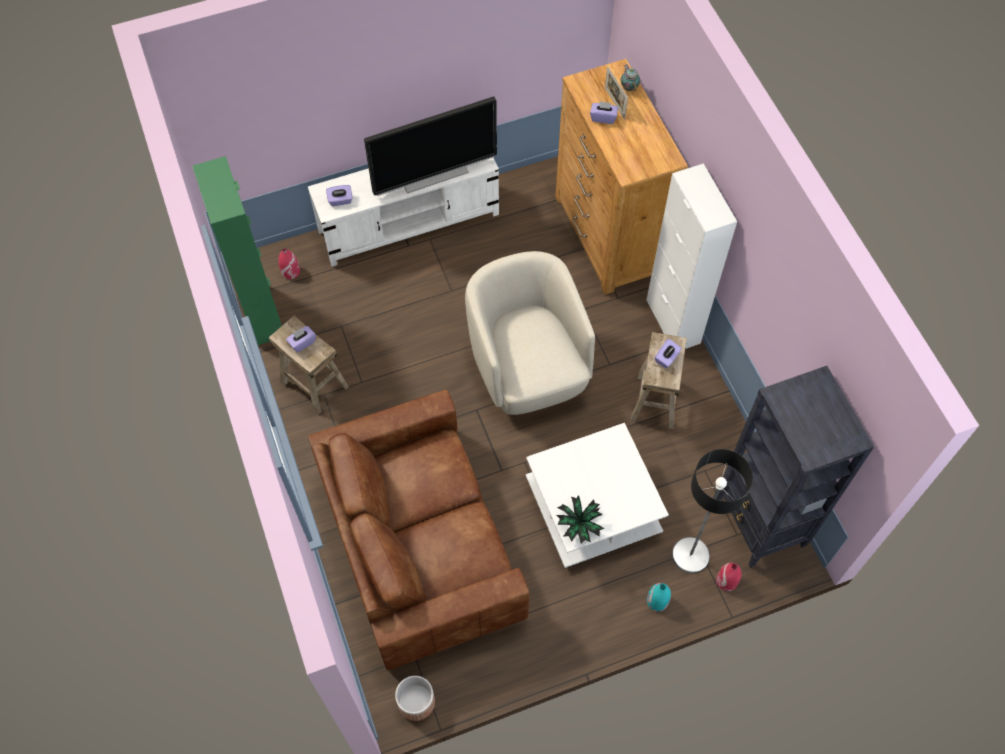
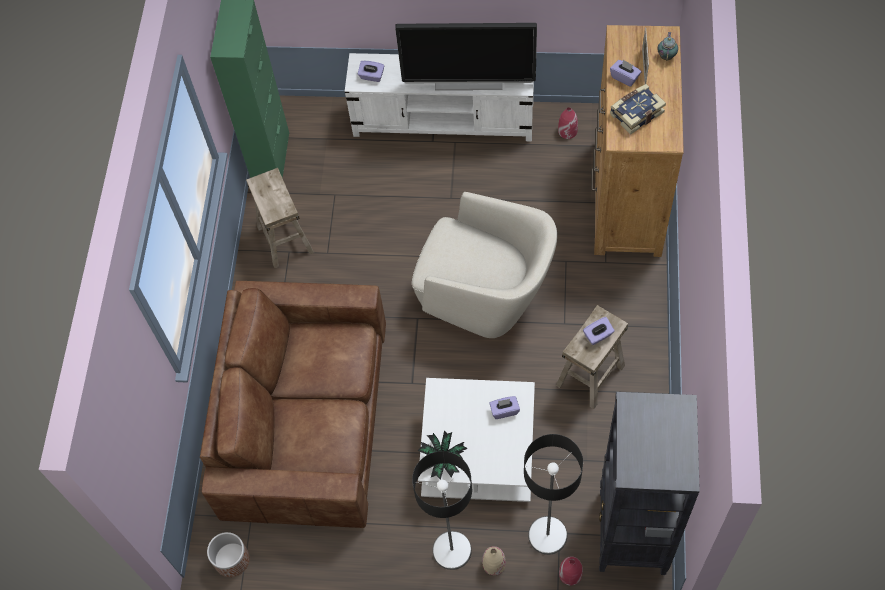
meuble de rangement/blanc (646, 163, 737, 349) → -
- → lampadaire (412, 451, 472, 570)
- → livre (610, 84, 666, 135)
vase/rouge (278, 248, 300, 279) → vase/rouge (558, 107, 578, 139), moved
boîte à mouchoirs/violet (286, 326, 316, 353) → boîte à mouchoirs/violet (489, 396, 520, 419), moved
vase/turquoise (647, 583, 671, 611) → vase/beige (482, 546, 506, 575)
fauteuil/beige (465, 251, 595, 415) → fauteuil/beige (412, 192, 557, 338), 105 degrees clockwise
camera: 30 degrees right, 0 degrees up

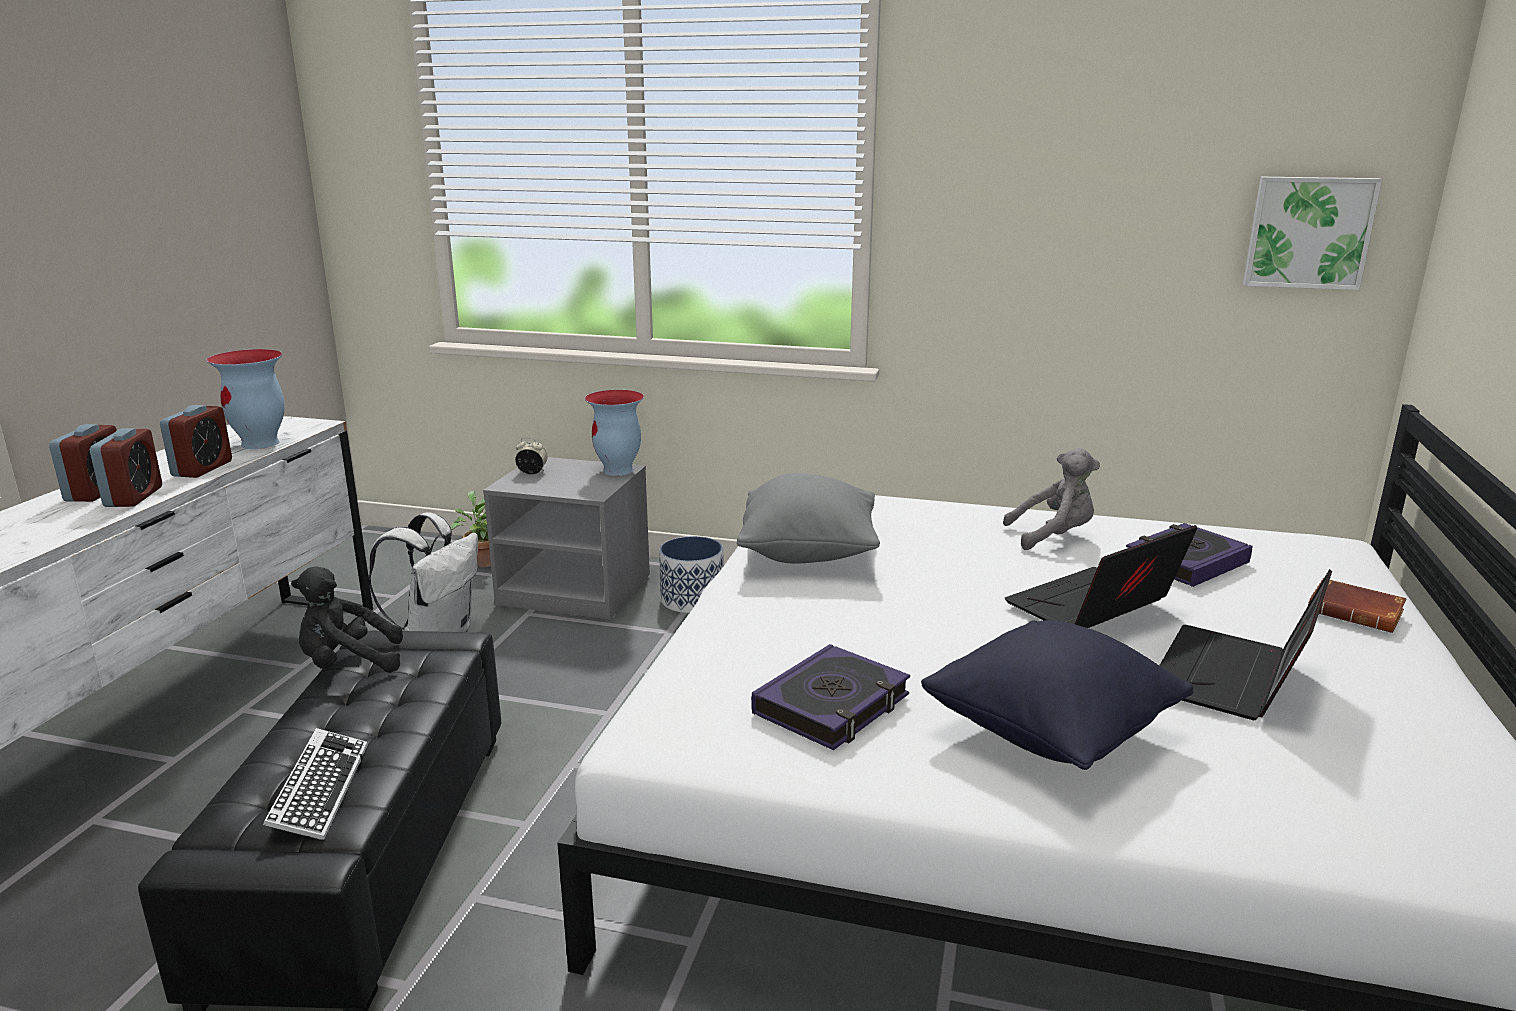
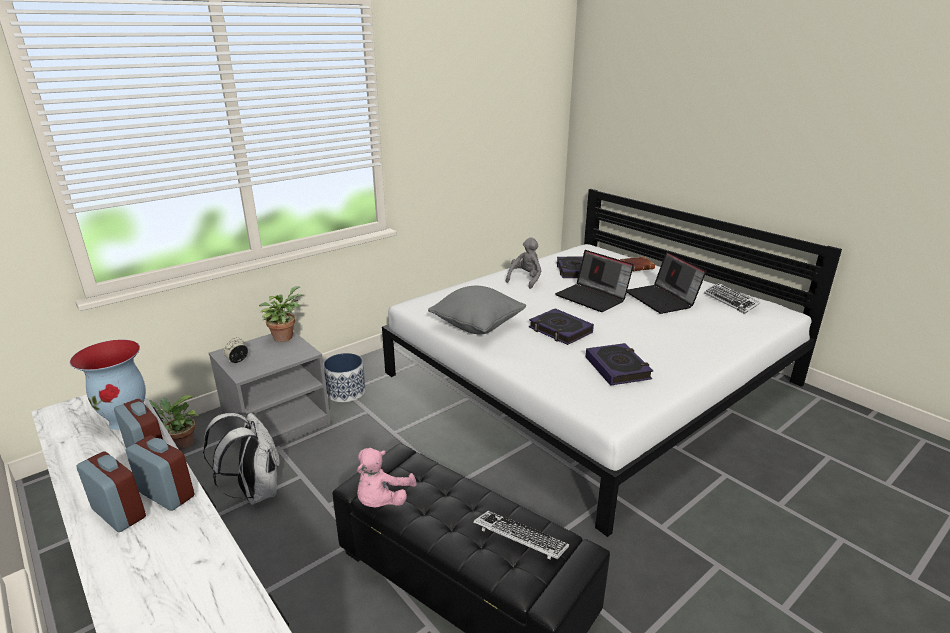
coussin/noir (921, 620, 1194, 770) → -
tableau (1243, 177, 1382, 290) → -
- → livre (529, 308, 594, 345)
- → clavier (704, 283, 760, 314)
vase (585, 390, 644, 476) → plante en pot (259, 286, 302, 342)
peluche/noir (291, 567, 403, 672) → peluche/rose (357, 448, 417, 508)
ordinateur portable (1005, 525, 1197, 628) → ordinateur portable (555, 250, 634, 312), 45 degrees counterclockwise
camera: 55 degrees left, 5 degrees up

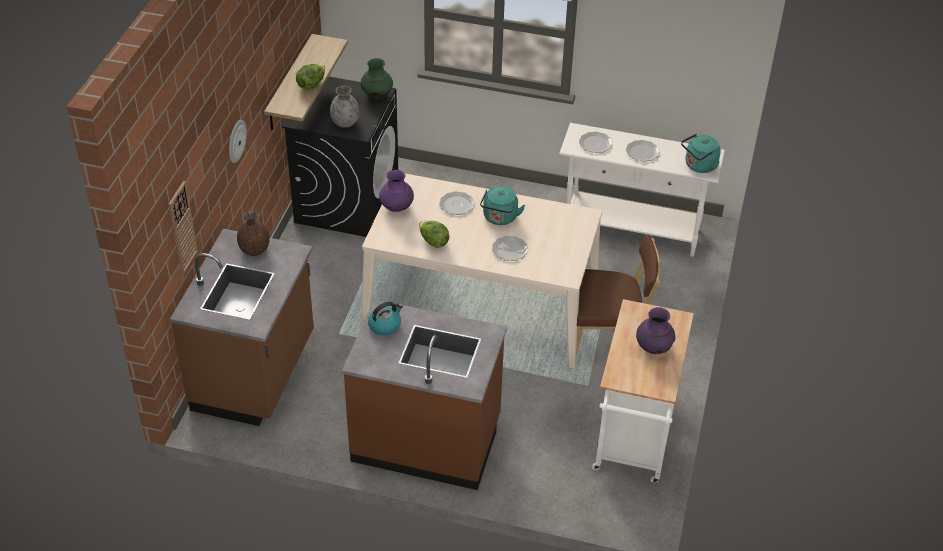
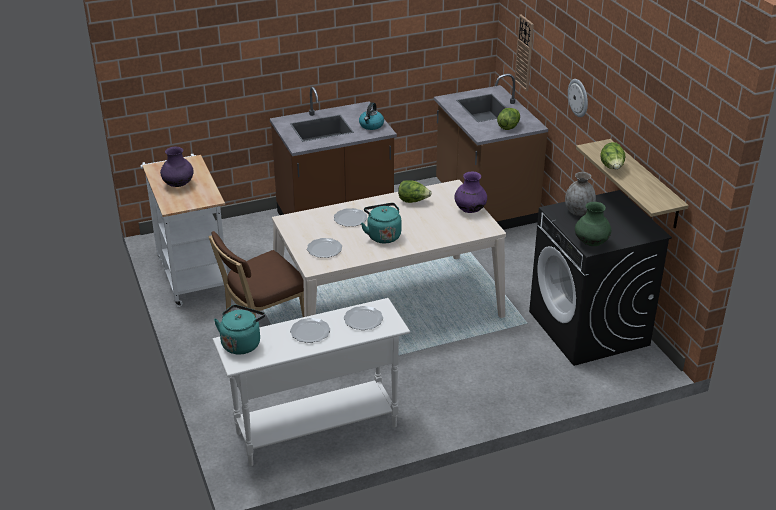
assiette (439, 191, 475, 215) → assiette (307, 238, 342, 258), moved
vase/marron (237, 211, 270, 256) → laitue (497, 108, 520, 130)
camera: 145 degrees right, 10 degrees down

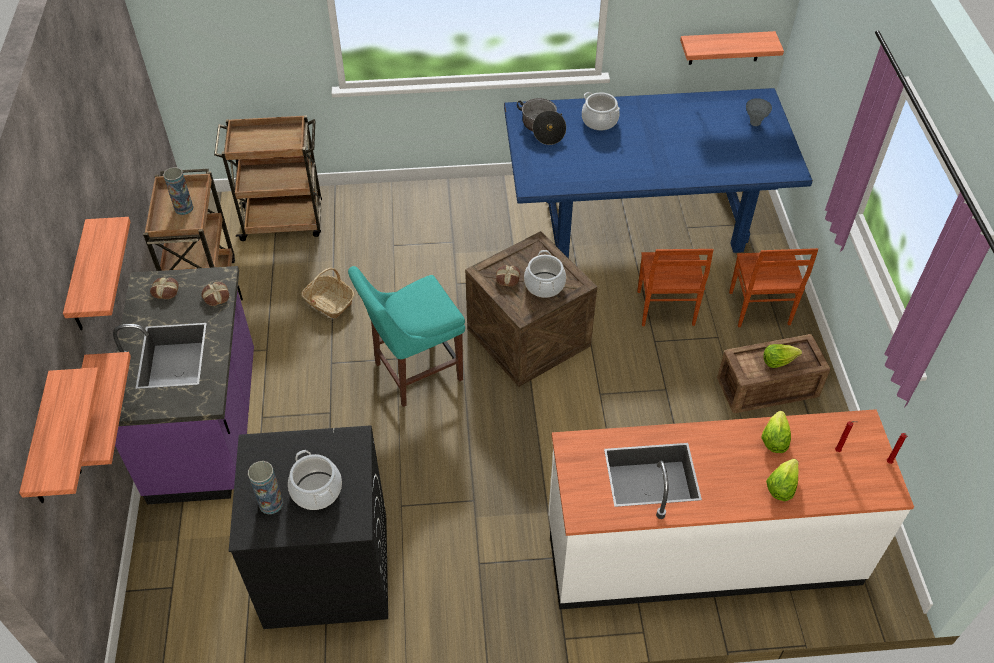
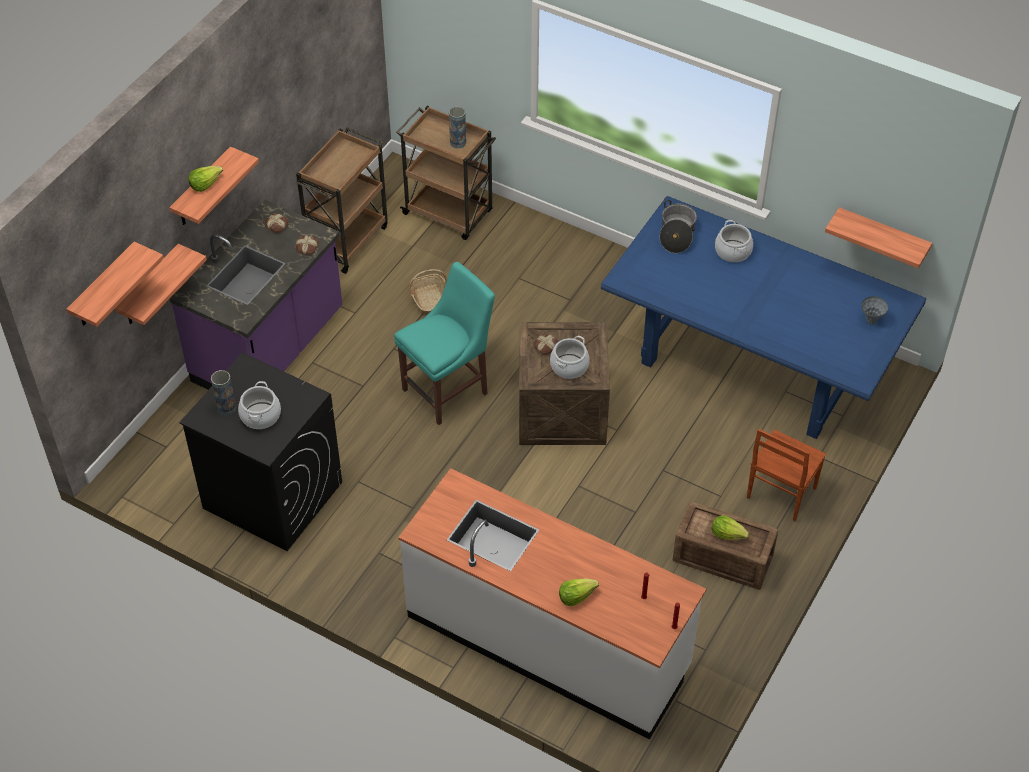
chaise/marron (637, 249, 713, 326) → -
vase (163, 167, 194, 215) → vase (449, 107, 466, 149), moved
laitue (761, 411, 791, 453) → laitue (188, 166, 223, 192), moved
chaise/turquoise (348, 266, 465, 407) → chaise/turquoise (394, 262, 495, 425), 135 degrees clockwise
camera: 35 degrees right, 0 degrees up

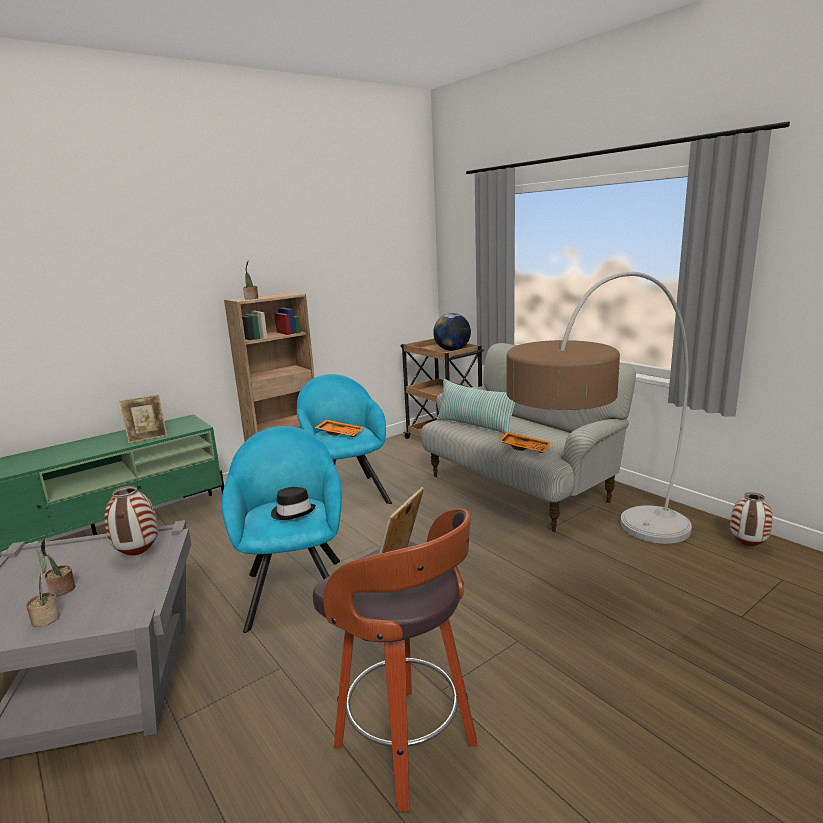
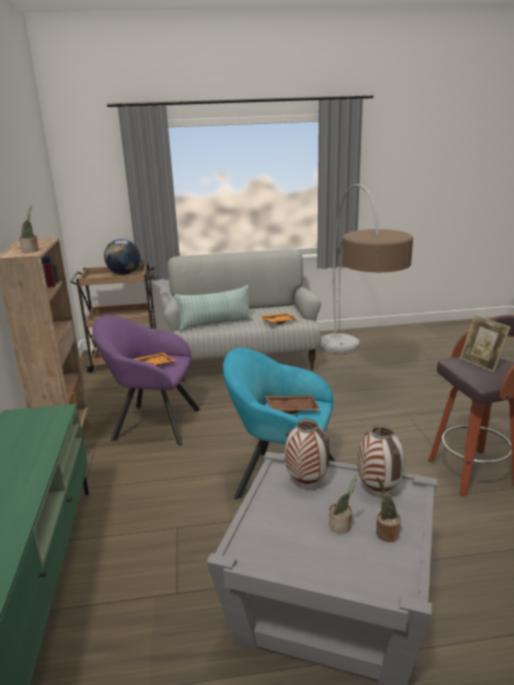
cadre photo (120, 395, 167, 443) → -
vase (730, 492, 773, 546) → vase (357, 425, 405, 492), moved
chapeau/noir (271, 487, 316, 520) → plateau/marron (265, 395, 321, 414)
fauteuil/turquoise (297, 374, 392, 504) → fauteuil/violet (92, 315, 200, 446)
camera: 60 degrees left, 5 degrees up

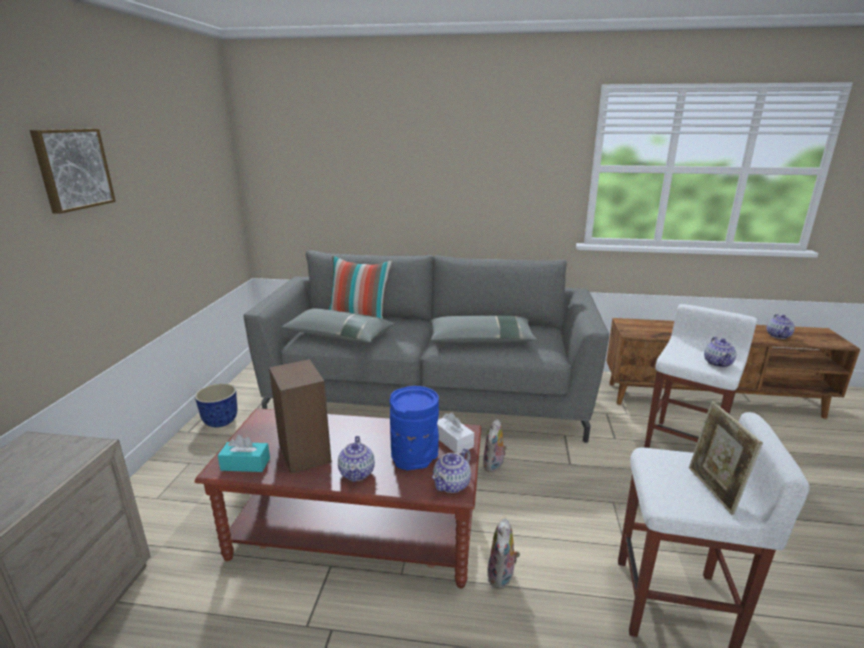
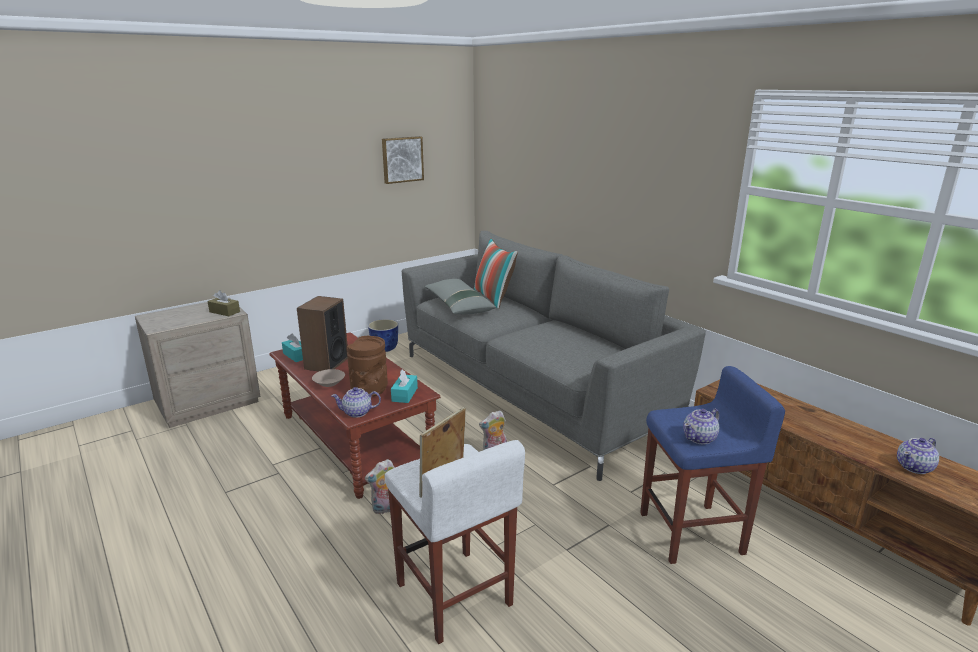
coussin/gris (430, 316, 537, 343) → -
- → boîte à mouchoirs/marron (208, 290, 240, 316)
tableau (30, 129, 116, 214) → tableau (382, 136, 424, 184), moved
théière (338, 436, 375, 482) → bol/beige (312, 369, 345, 387)
vase/bleu (390, 386, 439, 471) → vase/marron (347, 336, 388, 396)
boîte à mouchoirs/blanc (437, 412, 474, 454) → boîte à mouchoirs/turquoise (391, 369, 418, 403)
tabouret/blanc (644, 304, 757, 448) → tabouret/bleu (640, 366, 785, 564)
camera: 45 degrees right, 0 degrees up

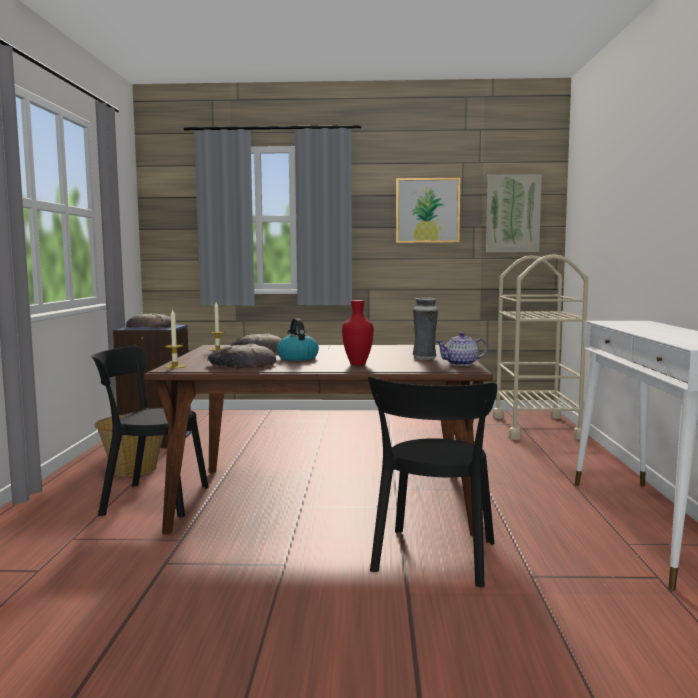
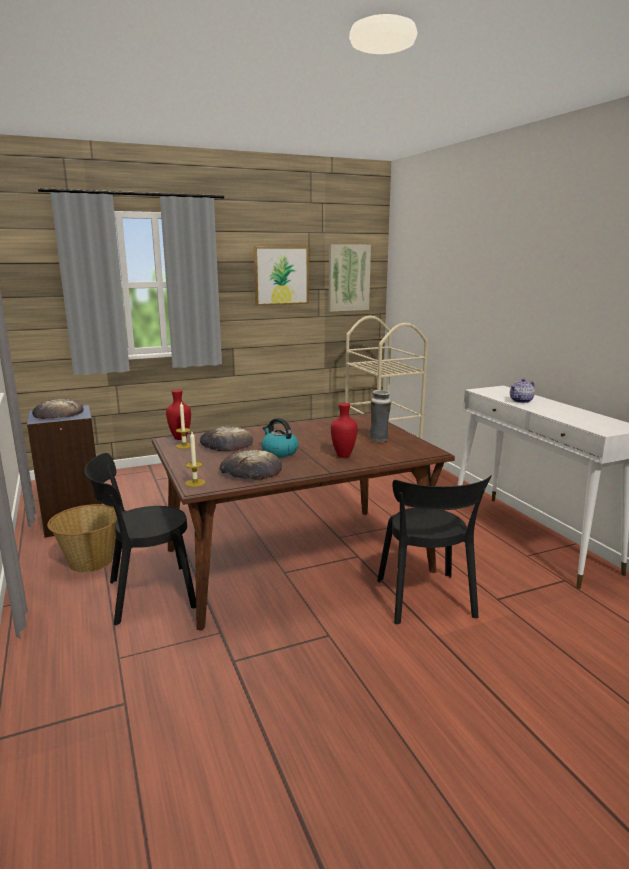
- → vase/rouge (166, 390, 191, 440)
théière (436, 332, 487, 366) → théière (510, 378, 535, 403), moved
camera: 25 degrees left, 10 degrees up

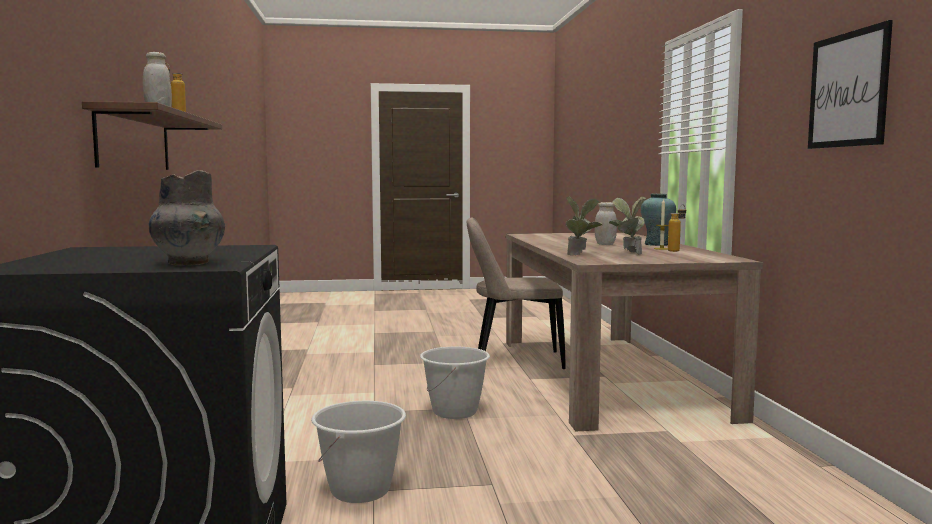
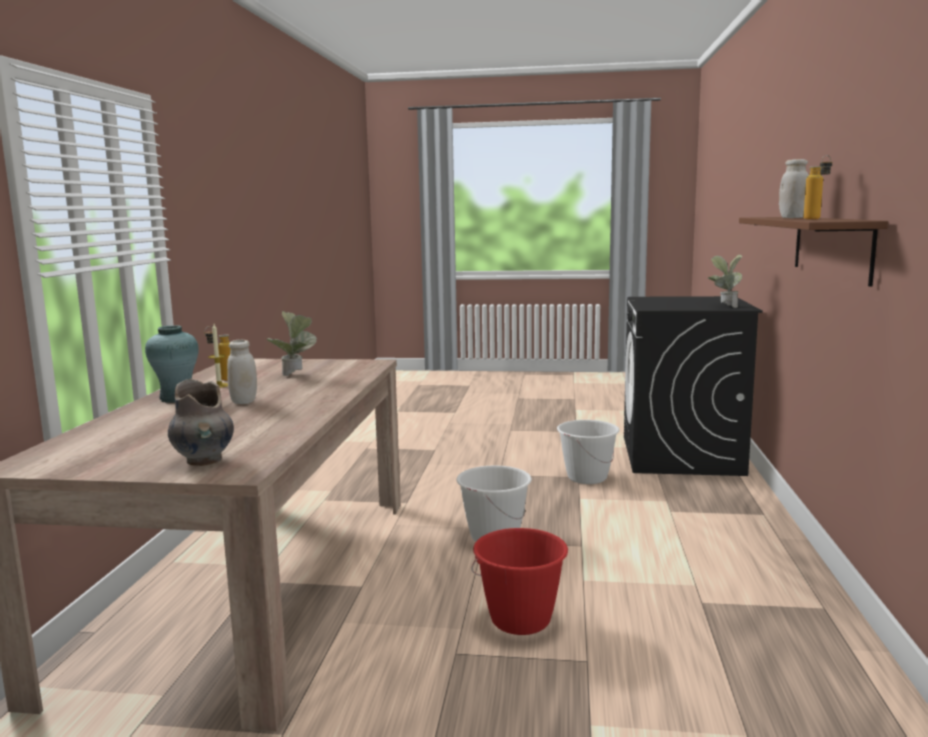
chaise/beige (467, 218, 566, 369) → -
tableau (808, 20, 893, 149) → -
- → seau/rouge (472, 528, 568, 635)
vase/gris (149, 170, 225, 265) → vase/gris (168, 378, 234, 466), moved
plante en pot (565, 197, 602, 255) → plante en pot (708, 255, 742, 308), moved
camera: 165 degrees left, 5 degrees up

